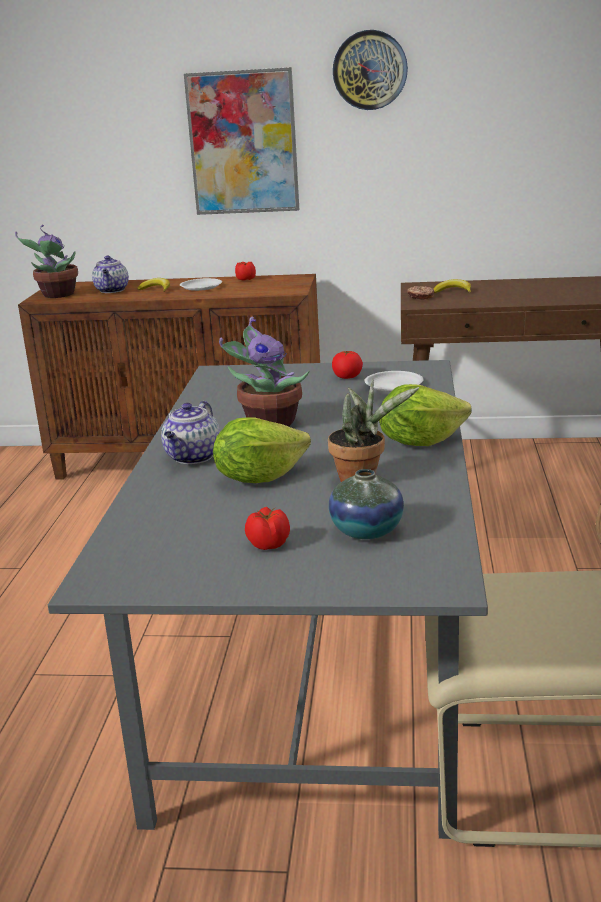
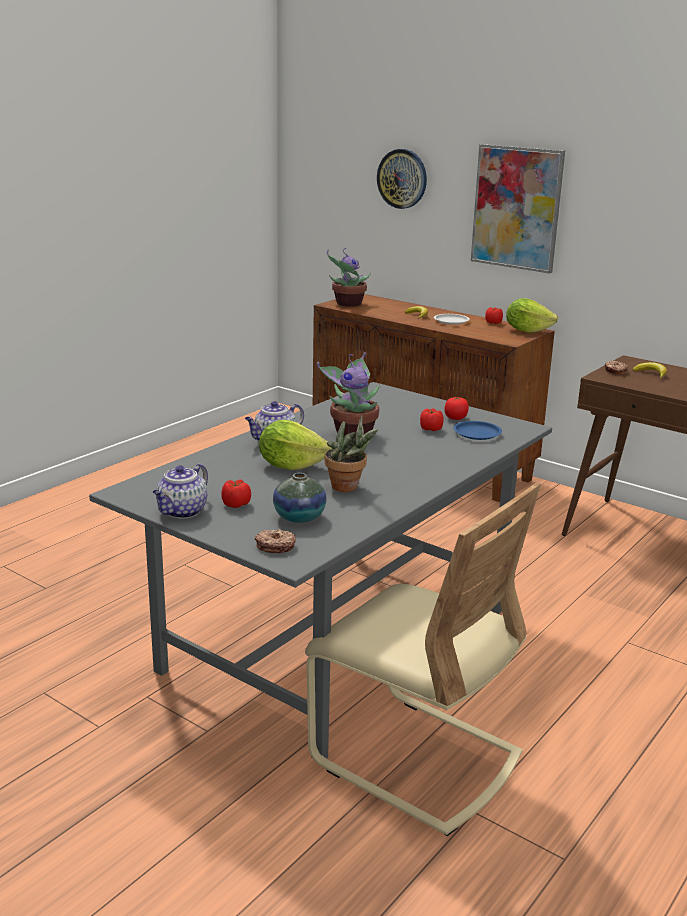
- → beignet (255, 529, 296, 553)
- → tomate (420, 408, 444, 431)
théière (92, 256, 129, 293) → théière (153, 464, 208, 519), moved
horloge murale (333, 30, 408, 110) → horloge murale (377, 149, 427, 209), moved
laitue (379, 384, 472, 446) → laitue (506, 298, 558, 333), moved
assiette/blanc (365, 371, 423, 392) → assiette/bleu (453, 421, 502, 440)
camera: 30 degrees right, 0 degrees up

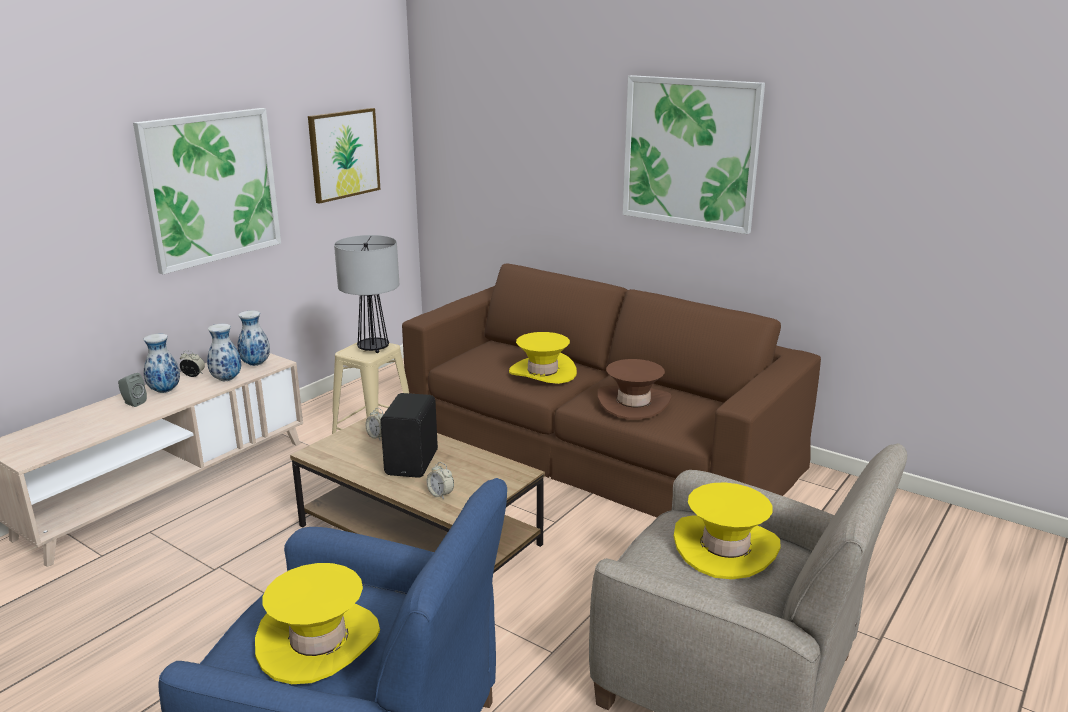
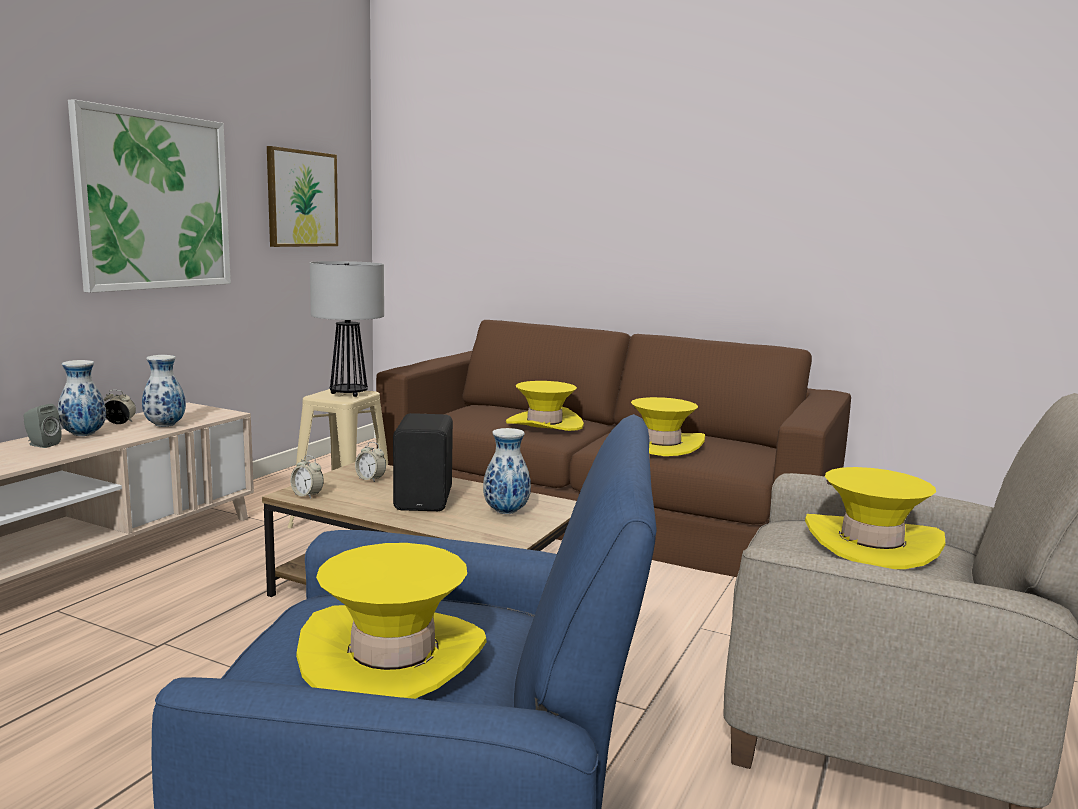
tableau (623, 75, 765, 234) → -
vase (237, 310, 270, 366) → vase (483, 428, 531, 514), moved
réveil (427, 462, 454, 500) → réveil (290, 455, 324, 499), moved
chapeau/marron (597, 359, 672, 420) → chapeau/jaune (631, 397, 705, 456)
camera: 10 degrees left, 10 degrees down

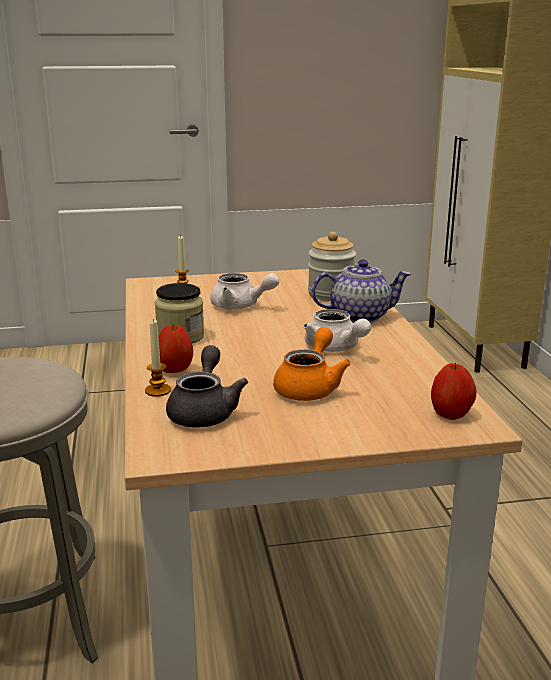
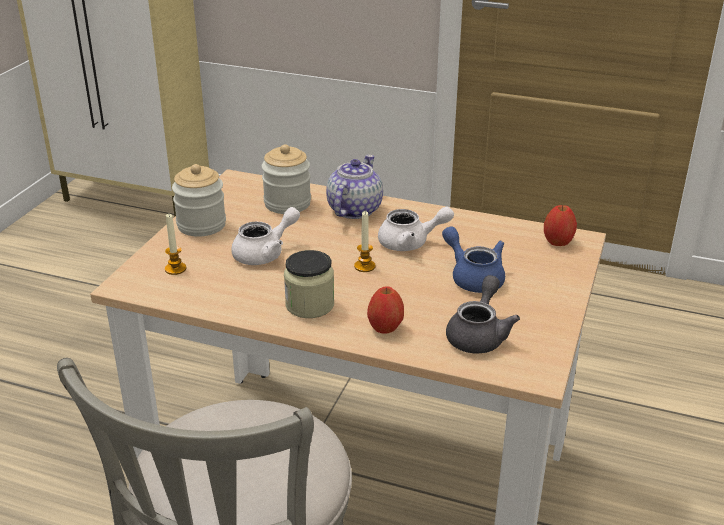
- → bocal (172, 164, 226, 237)
bougie (145, 319, 171, 397) → bougie (354, 211, 376, 272), moved
théière/orange (273, 327, 351, 401) → théière/bleu (442, 226, 505, 293)
théière/gris (166, 345, 248, 428) → théière/gris (446, 275, 520, 354), 75 degrees clockwise
camera: 60 degrees left, 10 degrees up

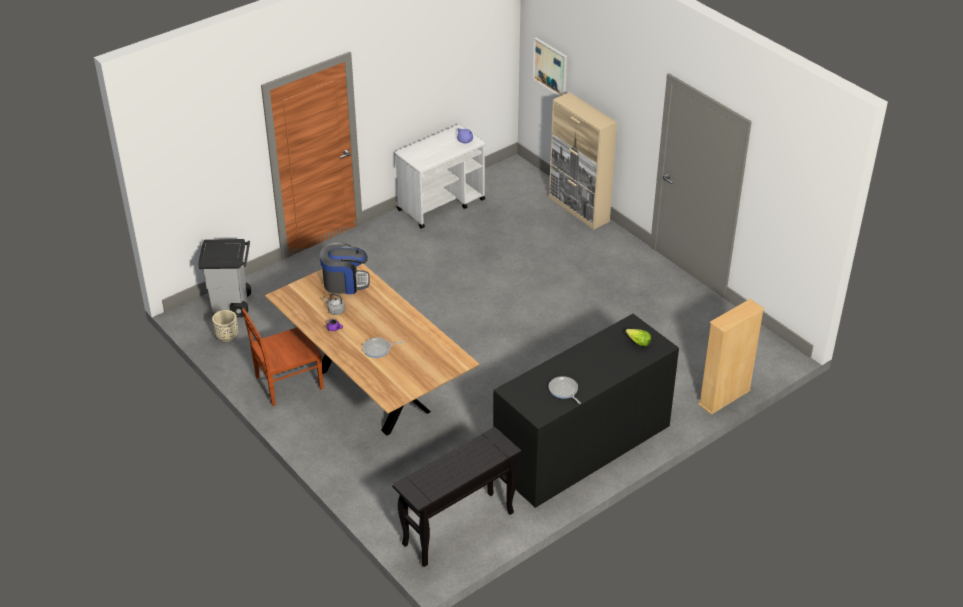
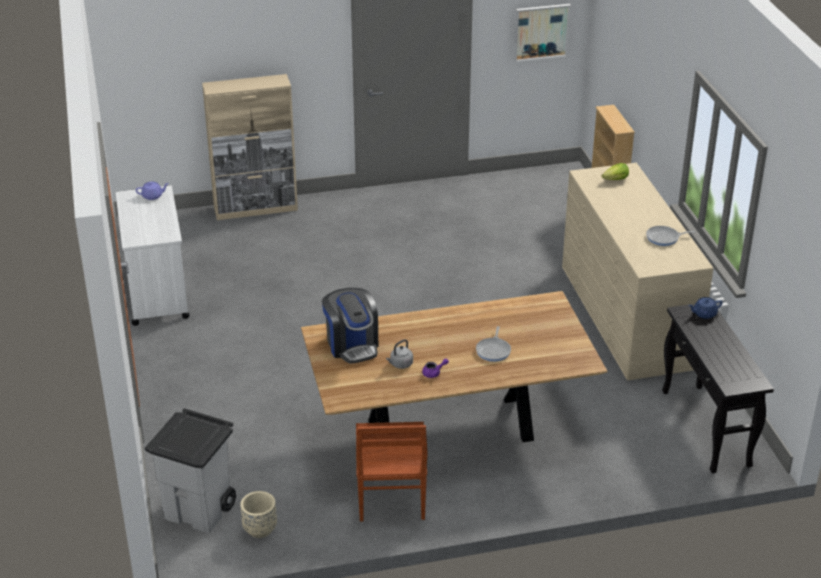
- → théière/bleu (688, 297, 723, 319)
tableau (533, 37, 567, 97) → tableau (514, 4, 571, 62), moved
commode/noir (493, 314, 679, 508) → commode/beige (562, 163, 714, 381)
machine à café (320, 243, 370, 294) → machine à café (322, 288, 378, 364), 135 degrees clockwise
camera: 65 degrees left, 5 degrees down

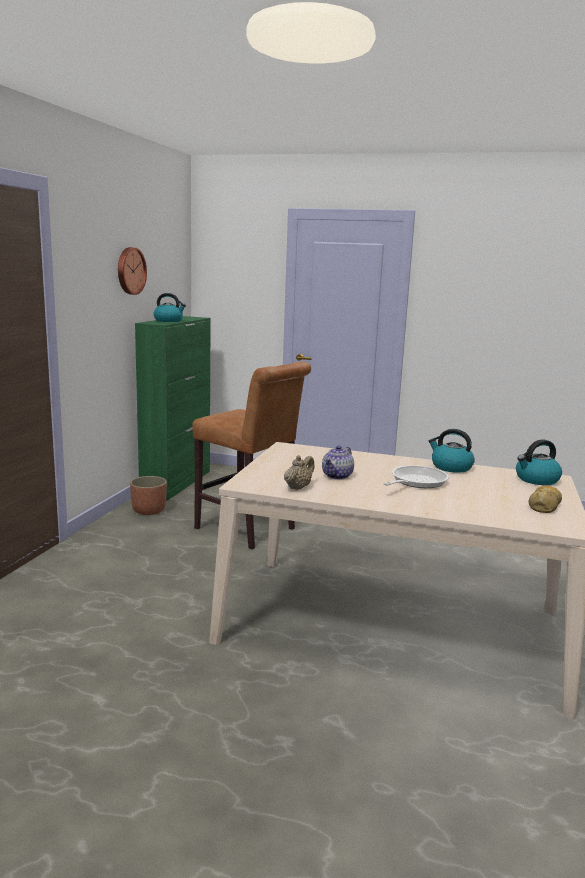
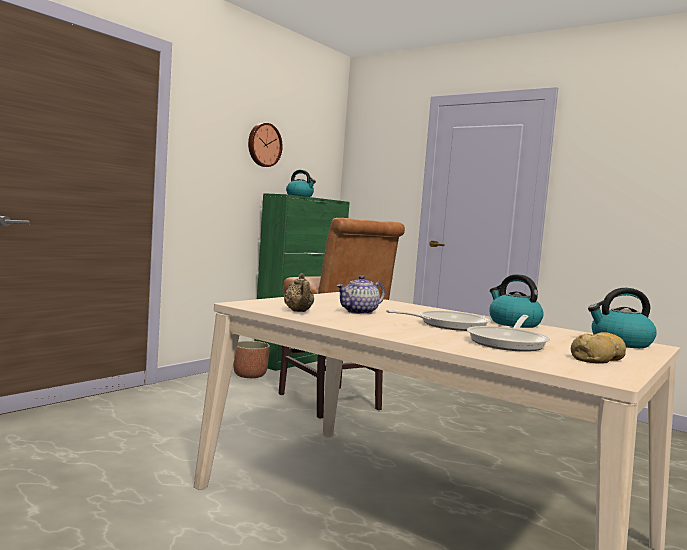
- → poêle (467, 315, 550, 352)
théière/beige (284, 455, 314, 490) → théière/beige (284, 273, 314, 312), 105 degrees clockwise
camera: 20 degrees right, 10 degrees down

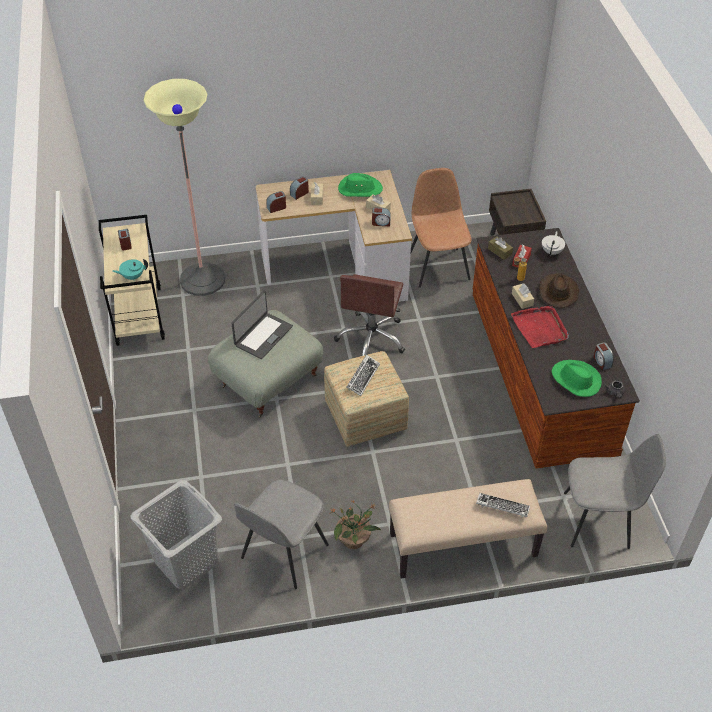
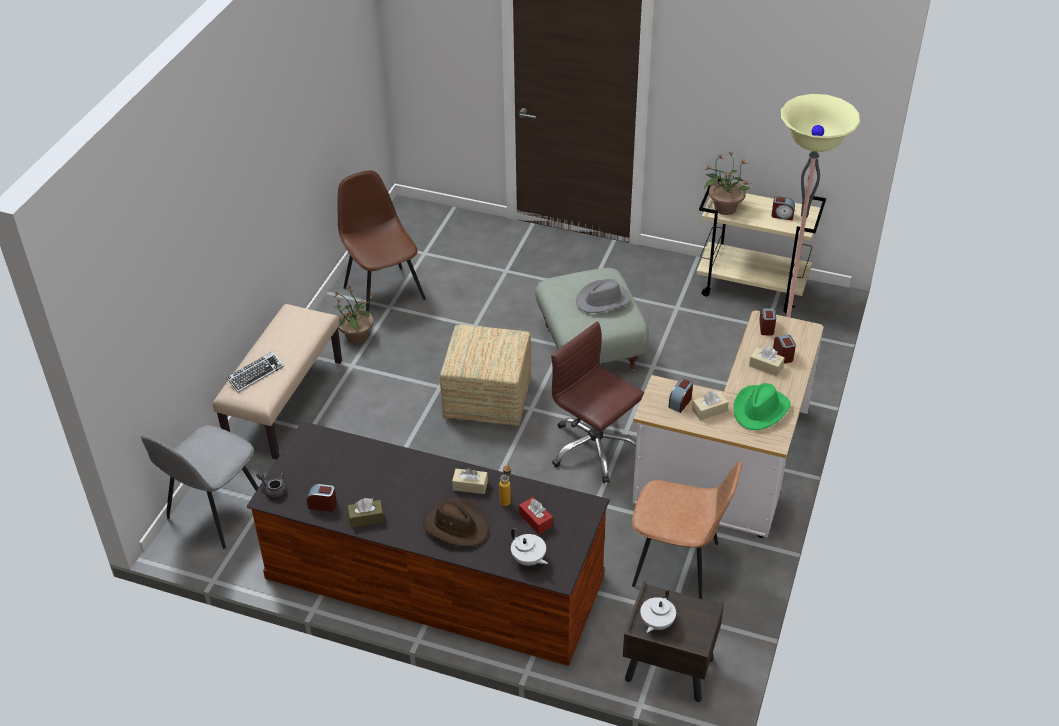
panier à linge/gris (131, 480, 222, 589) → -
clavier (347, 355, 380, 396) → -
plateau/rouge (511, 306, 569, 348) → -
chapeau/vert (552, 360, 602, 397) → -
- → théière/blanc (640, 589, 676, 633)
boîte à mouchoirs/marron (488, 237, 513, 260) → boîte à mouchoirs/marron (348, 498, 384, 528), moved
théière/turquoise (113, 259, 148, 280) → plante en pot (704, 153, 750, 215)
ordinateur portable (231, 290, 293, 359) → chapeau/gris (576, 279, 630, 313)
chaise/gris (234, 479, 329, 589) → chaise/marron (337, 170, 426, 311)
camera: 120 degrees right, 5 degrees down

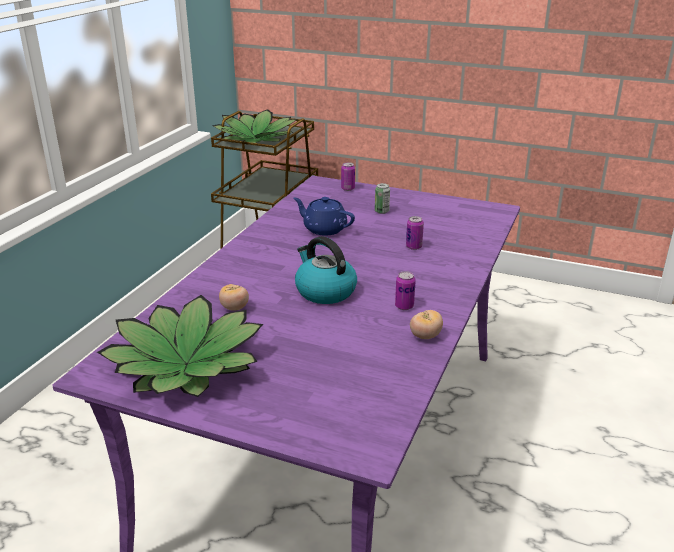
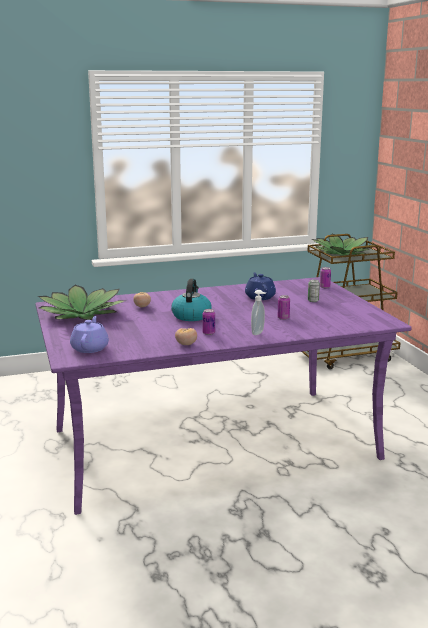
- → théière/violet (70, 316, 109, 353)
- → distributeur de savon (251, 290, 266, 335)
camera: 50 degrees right, 10 degrees down

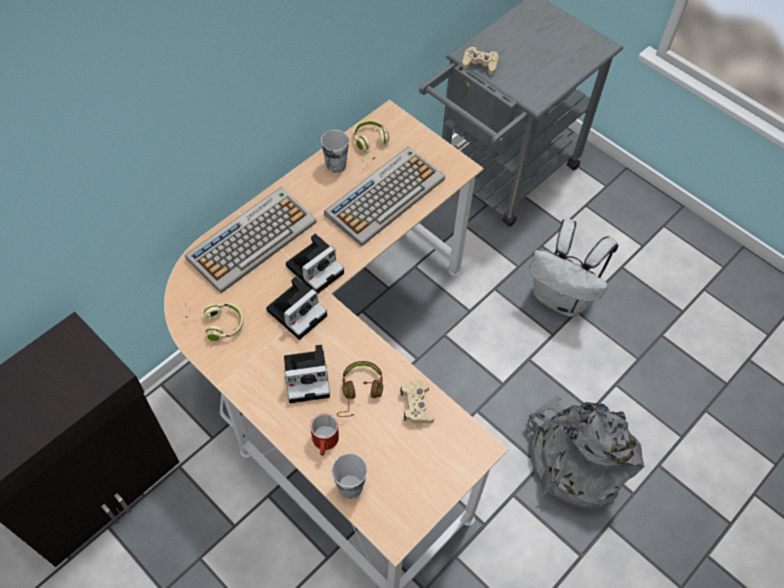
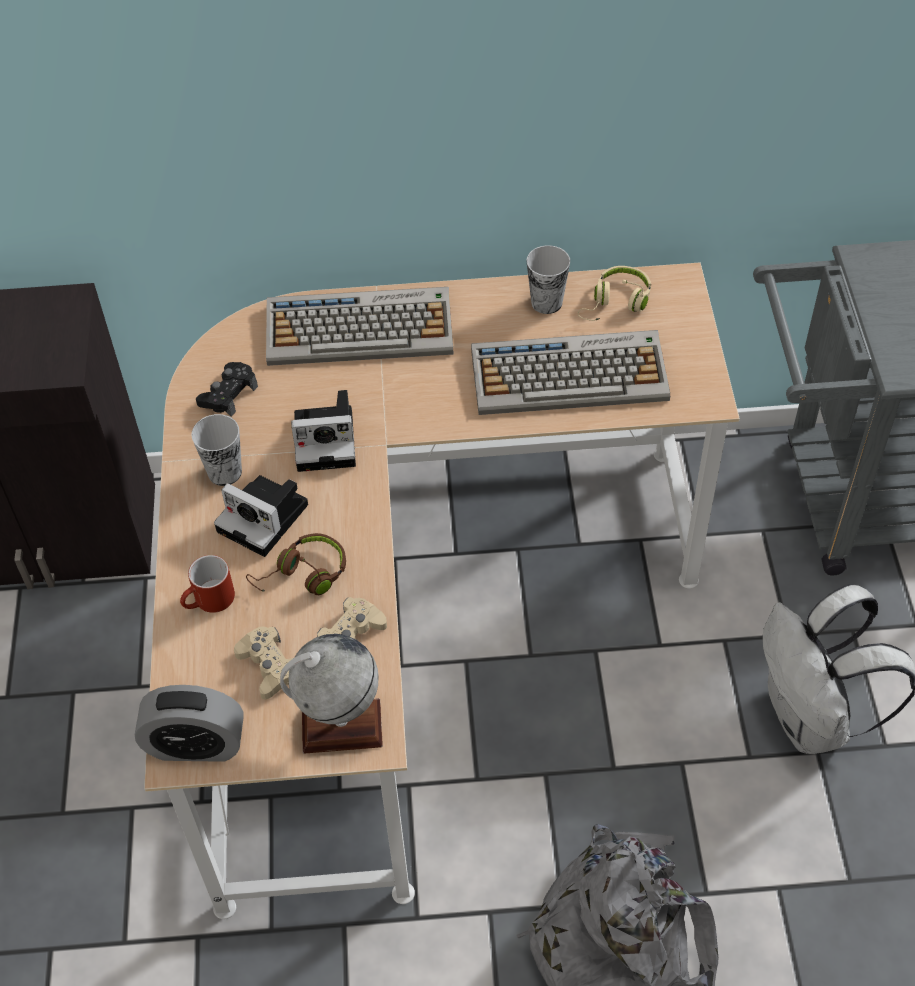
appareil photo (286, 234, 344, 294) → -
- → réveil (135, 685, 244, 762)
- → globe (280, 634, 383, 754)
tasse (332, 453, 368, 499) → tasse (191, 414, 242, 486), moved
manette/beige (462, 46, 499, 75) → manette/beige (234, 626, 294, 699), moved
casque audio/beige (184, 303, 243, 341) → manette/noir (196, 362, 258, 417)
camera: 45 degrees right, 5 degrees down

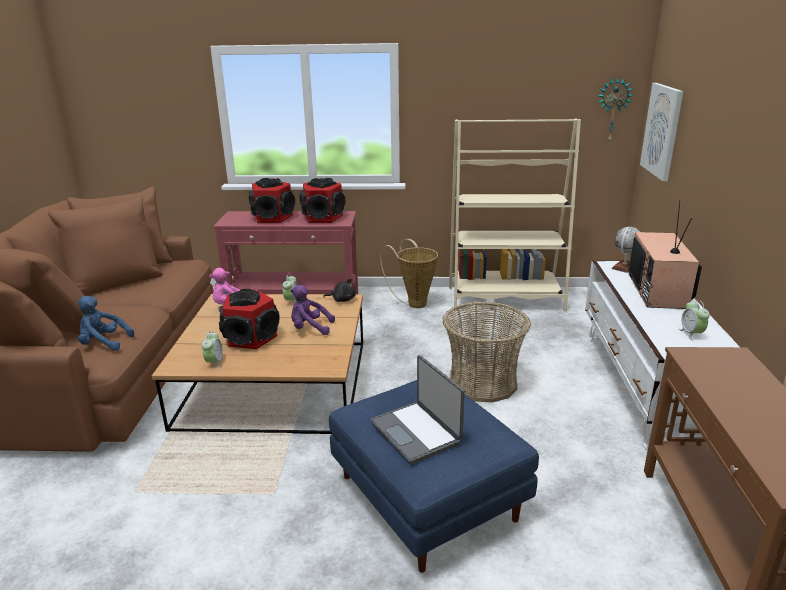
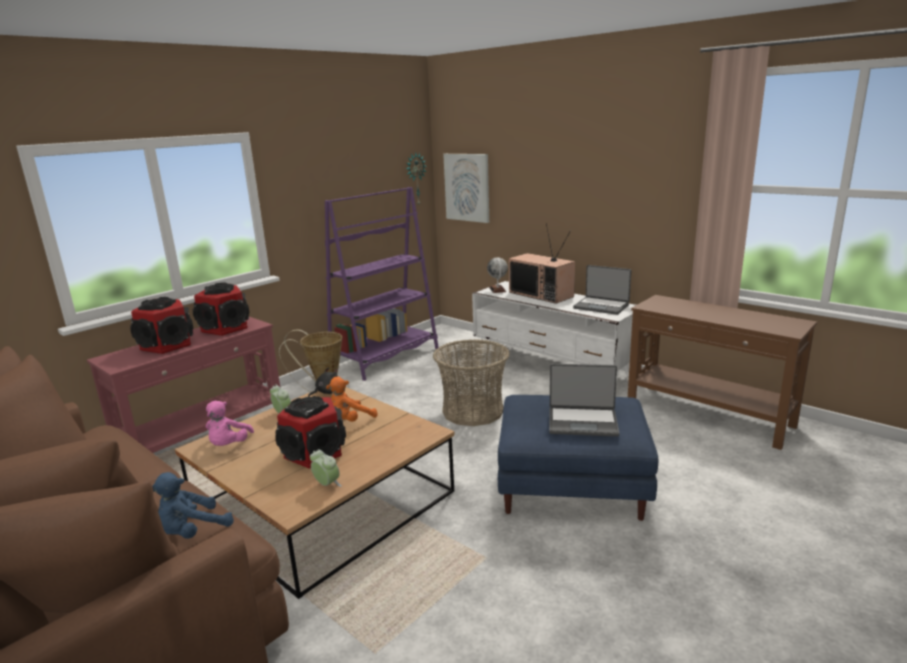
réveil (679, 300, 710, 341) → ordinateur portable (573, 265, 631, 315)
peluche/violet (291, 285, 335, 335) → peluche/orange (326, 377, 378, 422)
bibliothèque/beige (449, 119, 581, 311) → bibliothèque/violet (325, 187, 438, 381)
camera: 50 degrees left, 5 degrees down

